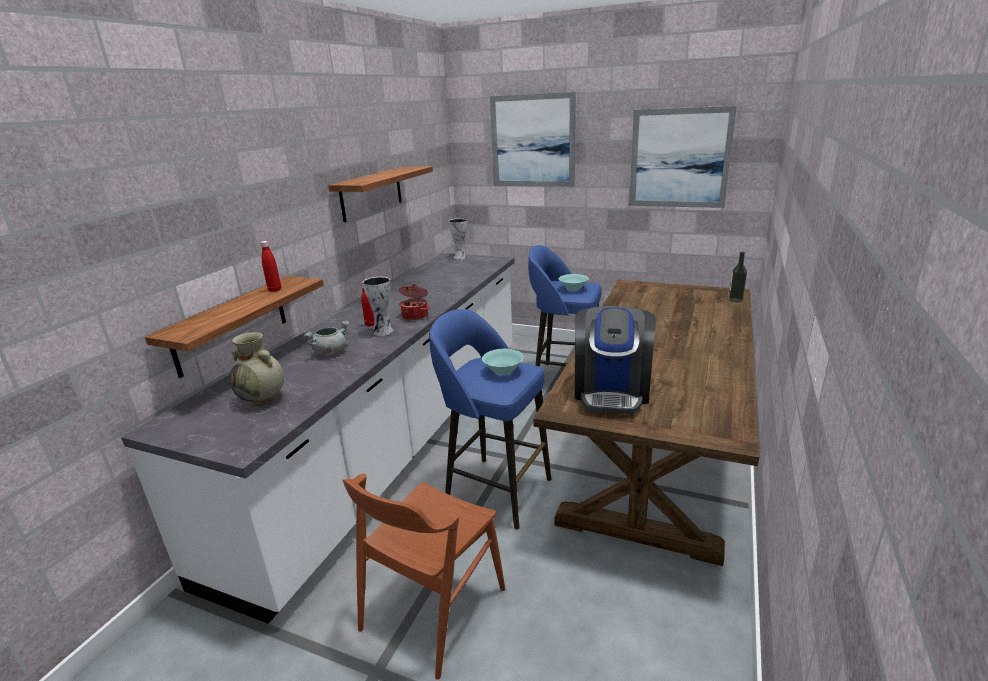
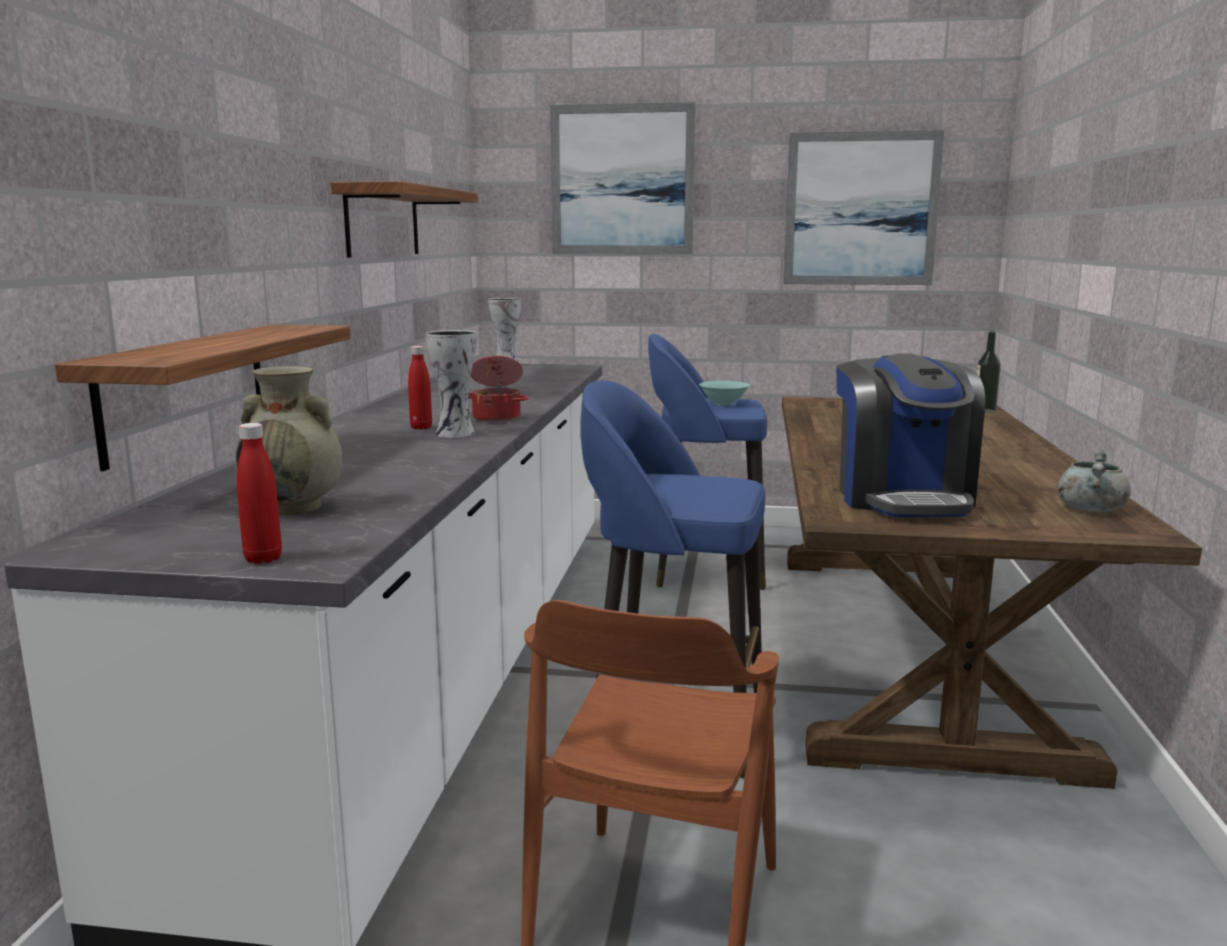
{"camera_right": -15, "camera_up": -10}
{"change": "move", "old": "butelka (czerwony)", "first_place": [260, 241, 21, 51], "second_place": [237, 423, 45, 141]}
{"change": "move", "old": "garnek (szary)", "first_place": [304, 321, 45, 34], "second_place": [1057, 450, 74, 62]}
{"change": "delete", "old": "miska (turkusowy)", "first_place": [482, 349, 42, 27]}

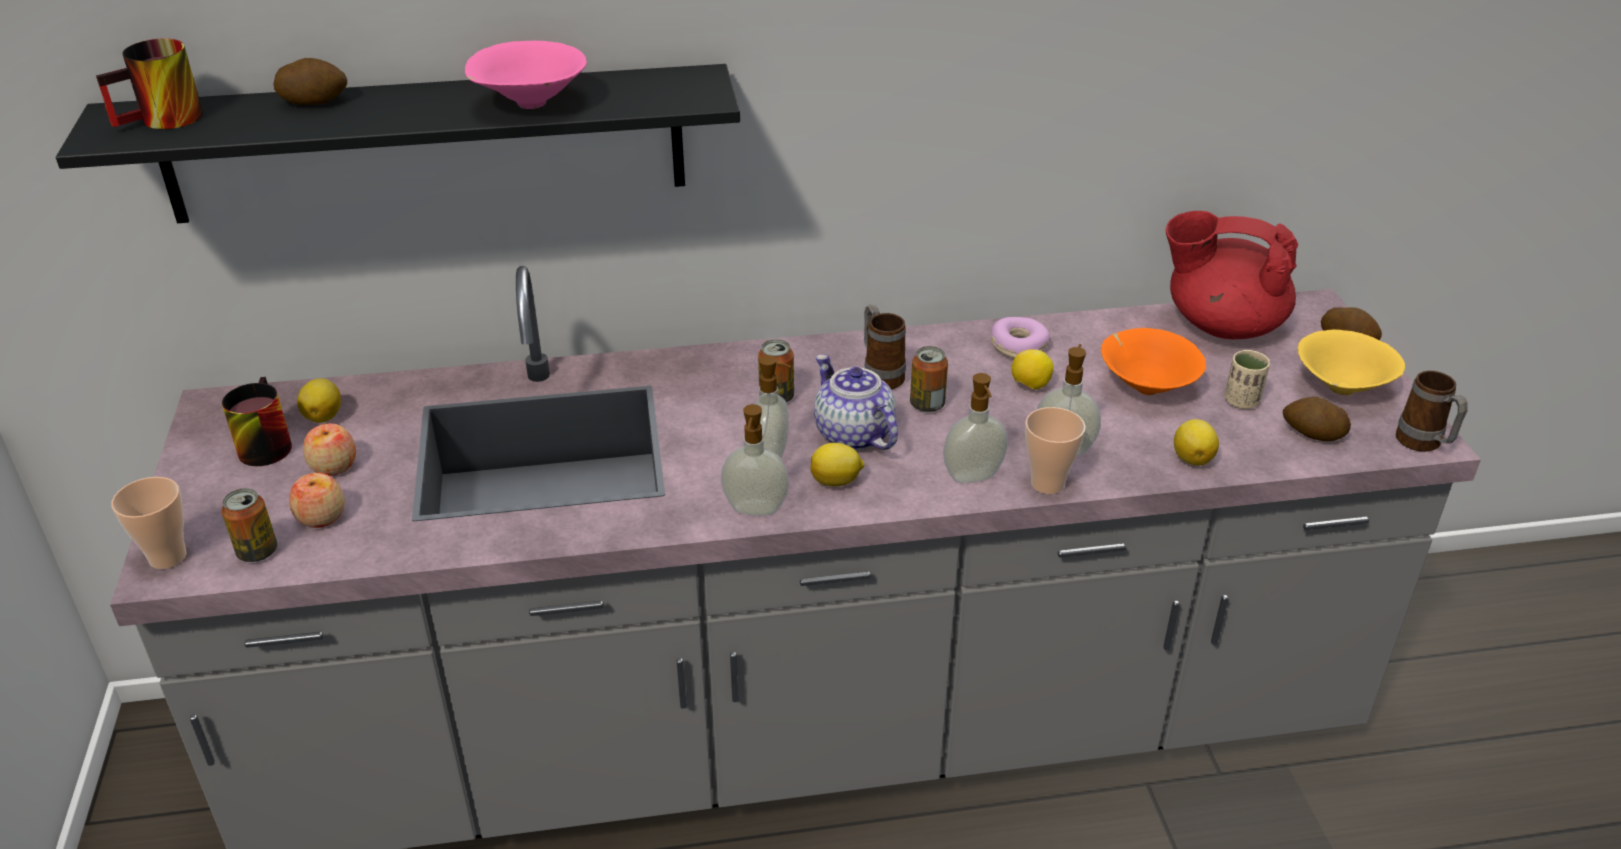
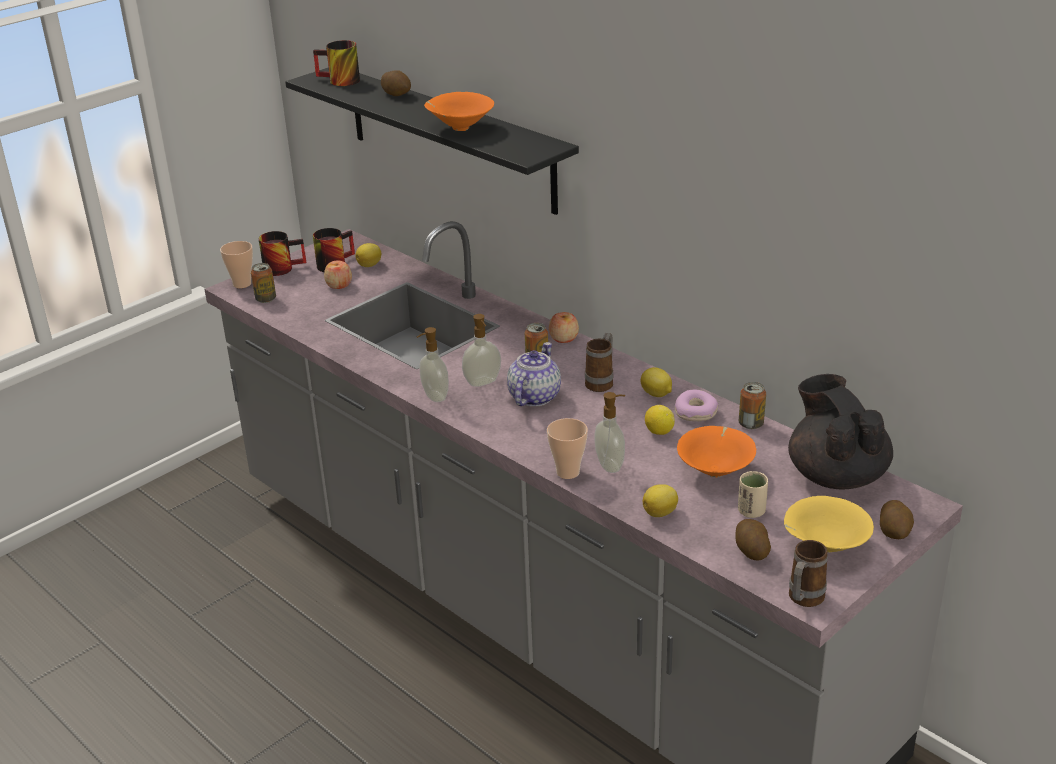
{"camera_right": 55, "camera_up": -5}
{"change": "insert", "new": "kubek", "second_place": [258, 231, 48, 45]}
{"change": "recolor", "old": "miska (różowy)", "new": "miska (pomarańczowy)", "first_place": [465, 41, 122, 68], "second_place": [424, 92, 70, 39]}
{"change": "move", "old": "jabłko", "first_place": [289, 473, 56, 55], "second_place": [549, 312, 30, 31]}
{"change": "move", "old": "cytryna", "first_place": [810, 443, 54, 43], "second_place": [641, 367, 31, 30]}
{"change": "move", "old": "puszka", "first_place": [910, 346, 38, 66], "second_place": [739, 382, 27, 47]}
{"change": "recolor", "old": "imbryk (czerwony)", "new": "imbryk (czarny)", "first_place": [1166, 211, 132, 128], "second_place": [788, 374, 105, 116]}
{"change": "delete", "old": "dozownik mydła", "first_place": [943, 373, 65, 110]}

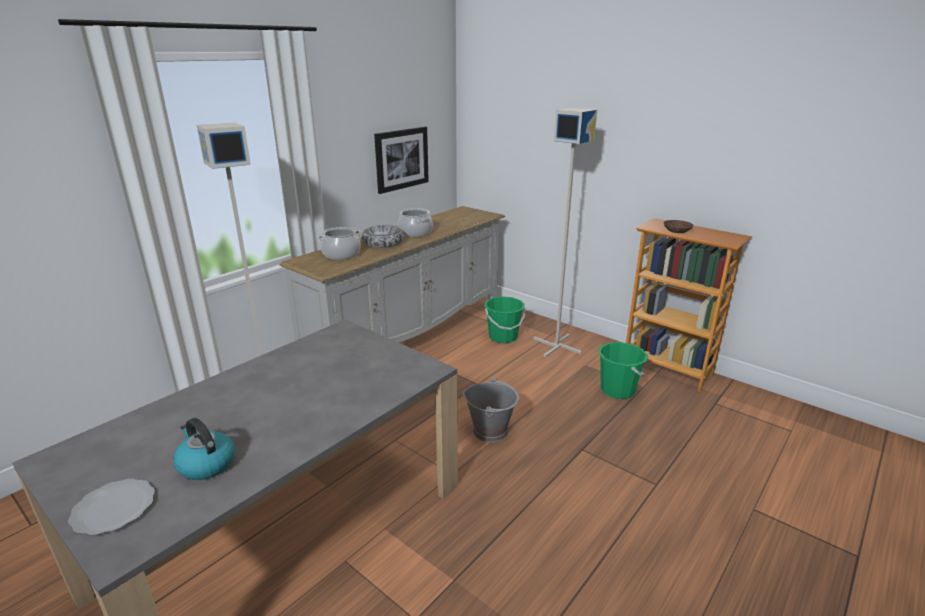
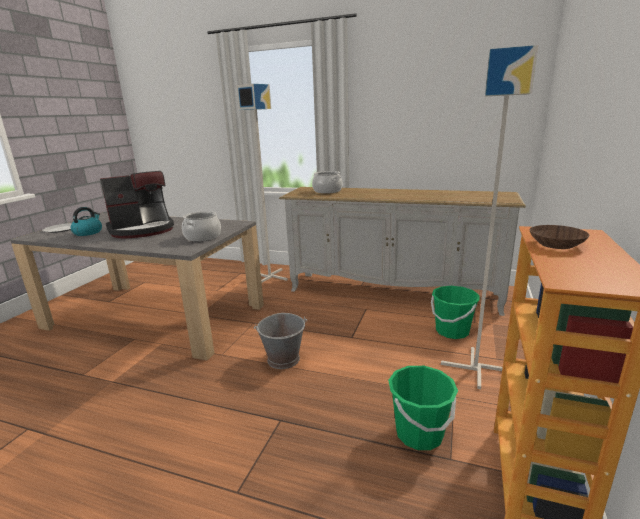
{"camera_right": 70, "camera_up": -5}
{"change": "insert", "new": "ekspres do kawy", "second_place": [100, 171, 74, 68]}
{"change": "move", "old": "garnek", "first_place": [398, 208, 35, 29], "second_place": [182, 211, 39, 30]}
{"change": "delete", "old": "miska", "first_place": [362, 225, 42, 23]}
{"change": "delete", "old": "obraz", "first_place": [374, 127, 55, 67]}

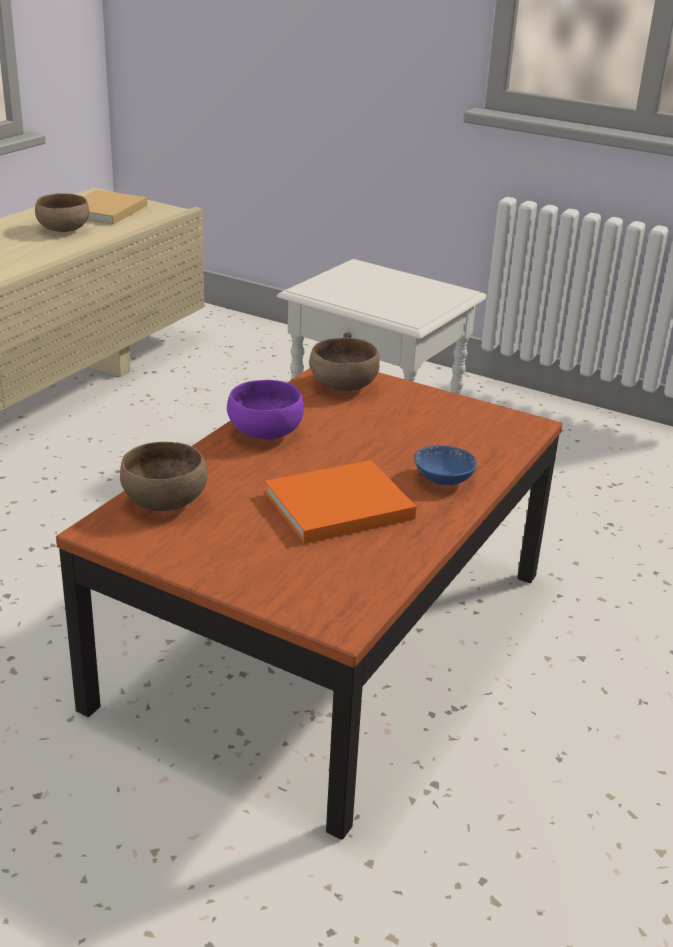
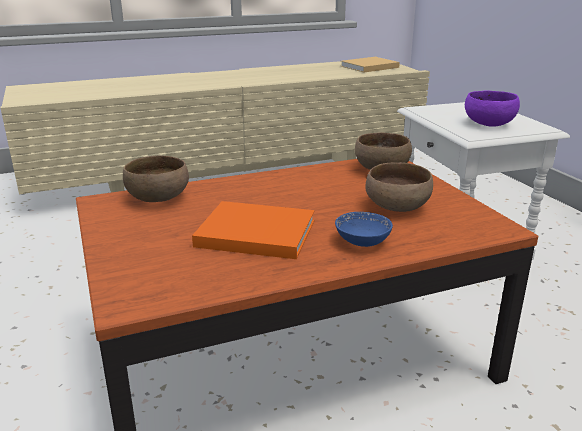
{"camera_right": 40, "camera_up": -5}
{"change": "move", "old": "miska (brązowy)", "first_place": [35, 193, 54, 39], "second_place": [365, 162, 68, 50]}
{"change": "move", "old": "miska (fioletowy)", "first_place": [227, 380, 77, 60], "second_place": [465, 91, 55, 36]}

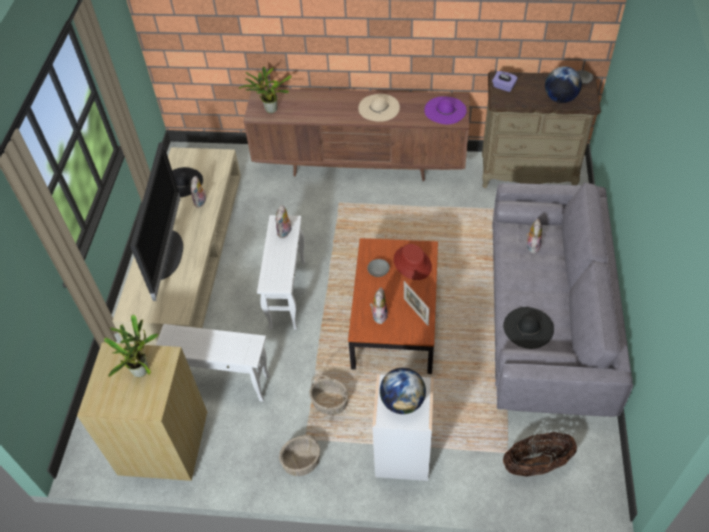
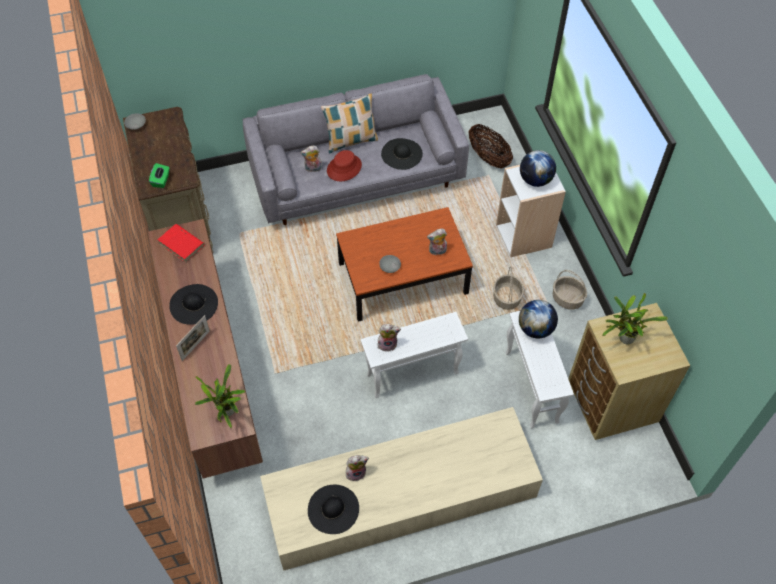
{"camera_right": -115, "camera_up": 5}
{"change": "recolor", "old": "pudełko chusteczek (fioletowy)", "new": "pudełko chusteczek (zielony)", "first_place": [492, 71, 26, 21], "second_place": [149, 163, 21, 25]}
{"change": "replace", "old": "kapelusz (fioletowy)", "new": "książka (czerwony)", "first_place": [424, 96, 43, 28], "second_place": [158, 224, 47, 39]}
{"change": "recolor", "old": "kapelusz (beżowy)", "new": "kapelusz (czarny)", "first_place": [358, 94, 42, 28], "second_place": [169, 284, 49, 41]}
{"change": "move", "old": "ramka na zdjęcie", "first_place": [404, 281, 26, 45], "second_place": [176, 315, 34, 46]}
{"change": "insert", "new": "poduszka", "second_place": [321, 93, 57, 61]}
{"change": "move", "old": "kapelusz (czerwony)", "first_place": [394, 244, 38, 36], "second_place": [327, 150, 35, 31]}
{"change": "move", "old": "globus", "first_place": [545, 66, 37, 37], "second_place": [519, 300, 39, 39]}
{"change": "delete", "old": "telewizor", "first_place": [130, 143, 53, 158]}

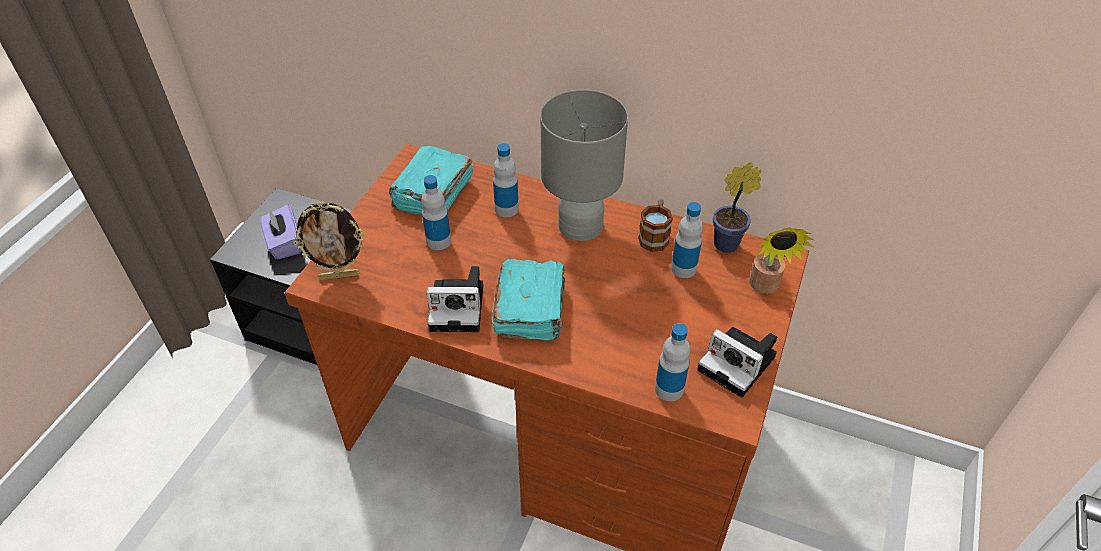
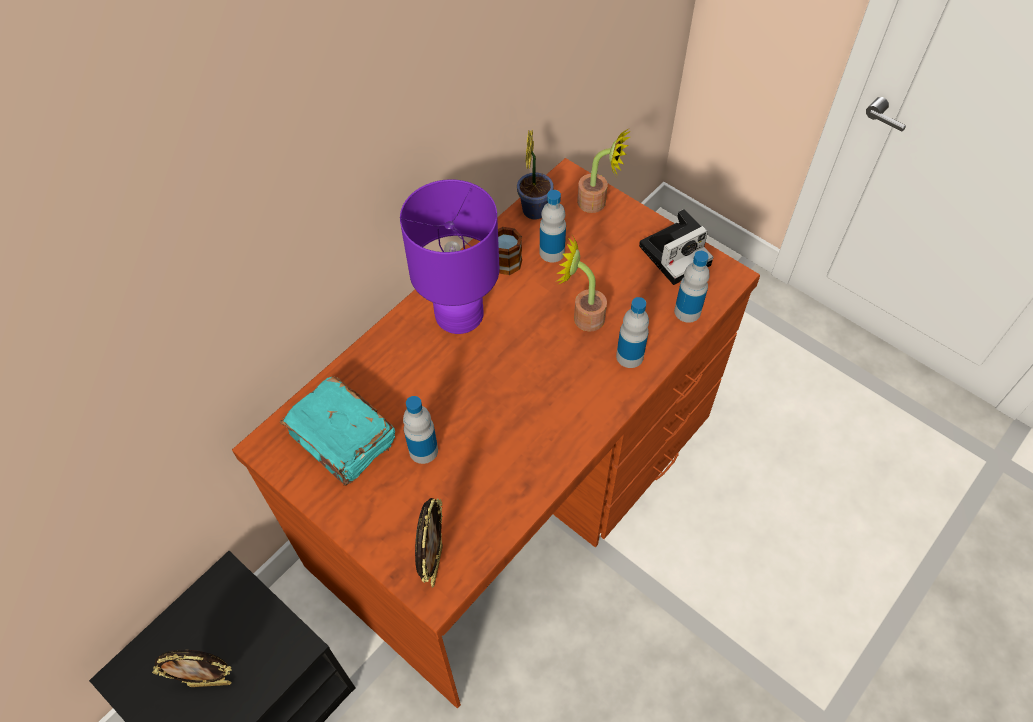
{"camera_right": -70, "camera_up": 10}
{"change": "replace", "old": "pudełko chusteczek (fioletowy)", "new": "ramka na zdjęcie", "first_place": [260, 205, 42, 55], "second_place": [152, 650, 80, 37]}
{"change": "recolor", "old": "lampa stołowa (szary)", "new": "lampa stołowa (fioletowy)", "first_place": [540, 89, 88, 152], "second_place": [400, 179, 99, 155]}
{"change": "insert", "new": "roślina doniczkowa", "second_place": [555, 235, 52, 97]}
{"change": "move", "old": "butelka", "first_place": [493, 143, 26, 74], "second_place": [616, 297, 33, 71]}
{"change": "delete", "old": "aparat fotograficzny", "first_place": [427, 266, 56, 66]}
{"change": "delete", "old": "książka (turkusowy)", "first_place": [492, 258, 73, 83]}

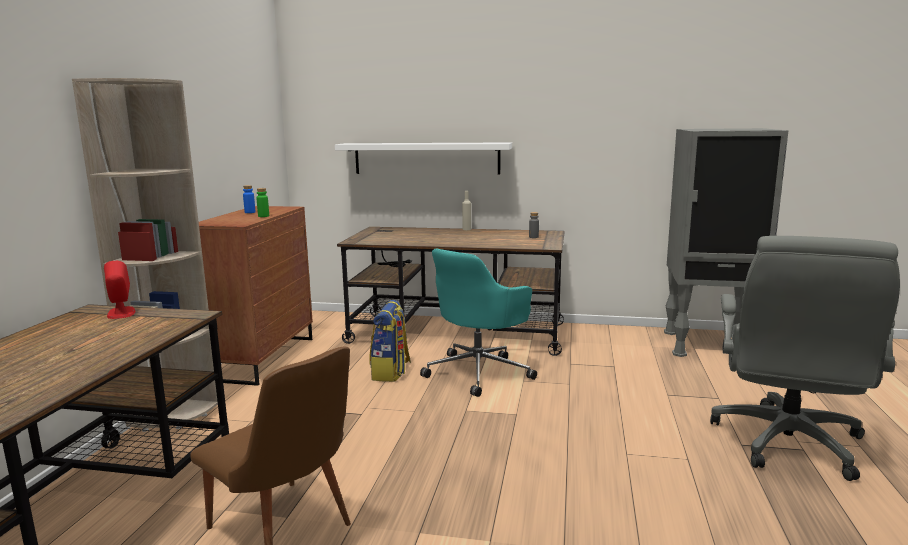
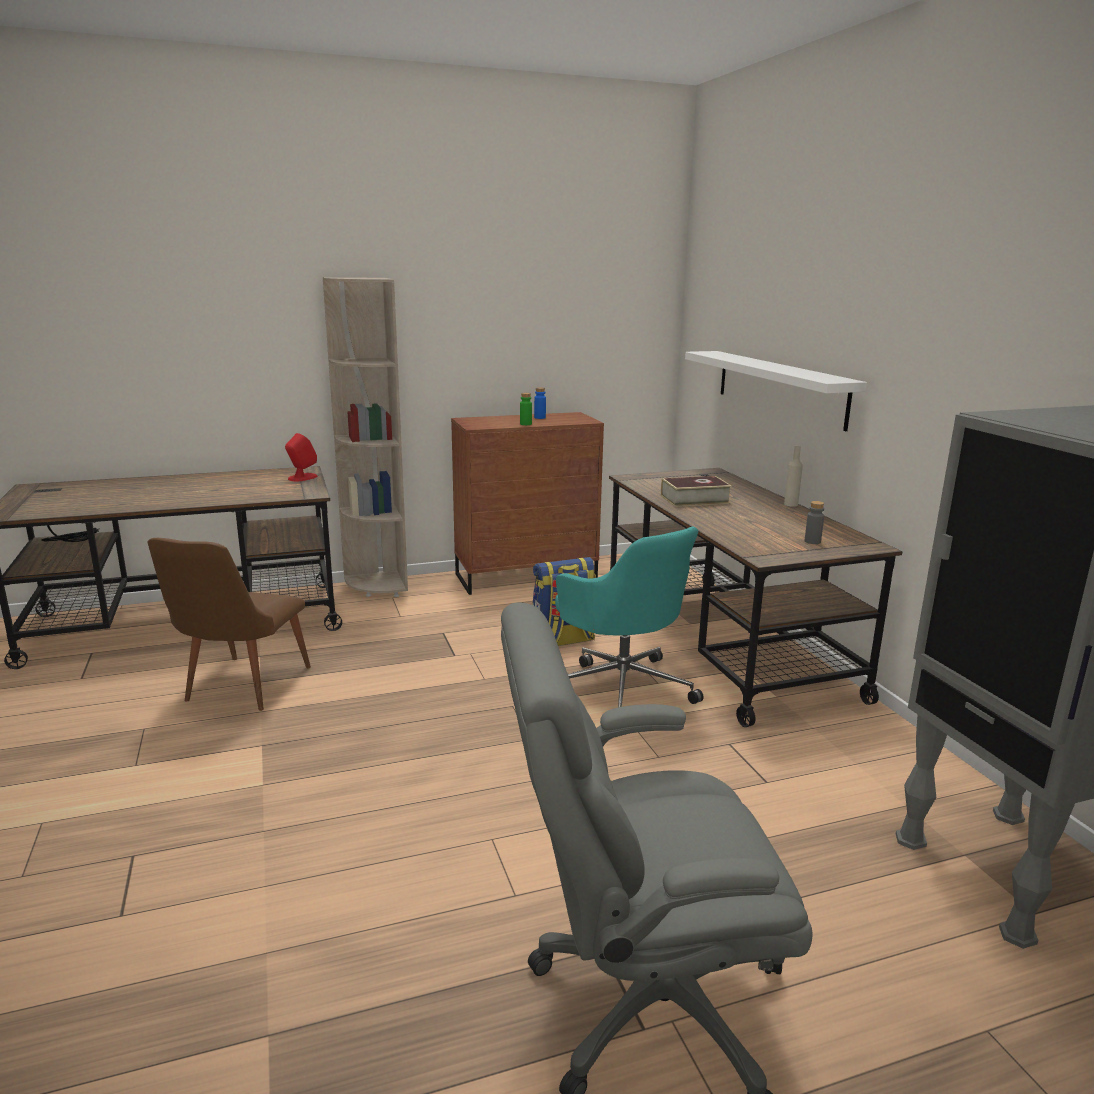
{"camera_right": 60, "camera_up": 5}
{"change": "rotate", "old": "krzesło biurowe (turkusowy)", "first_place": [420, 248, 117, 149], "second_place": [555, 527, 149, 180], "degrees": -135}
{"change": "insert", "new": "książka", "second_place": [661, 476, 71, 31]}

